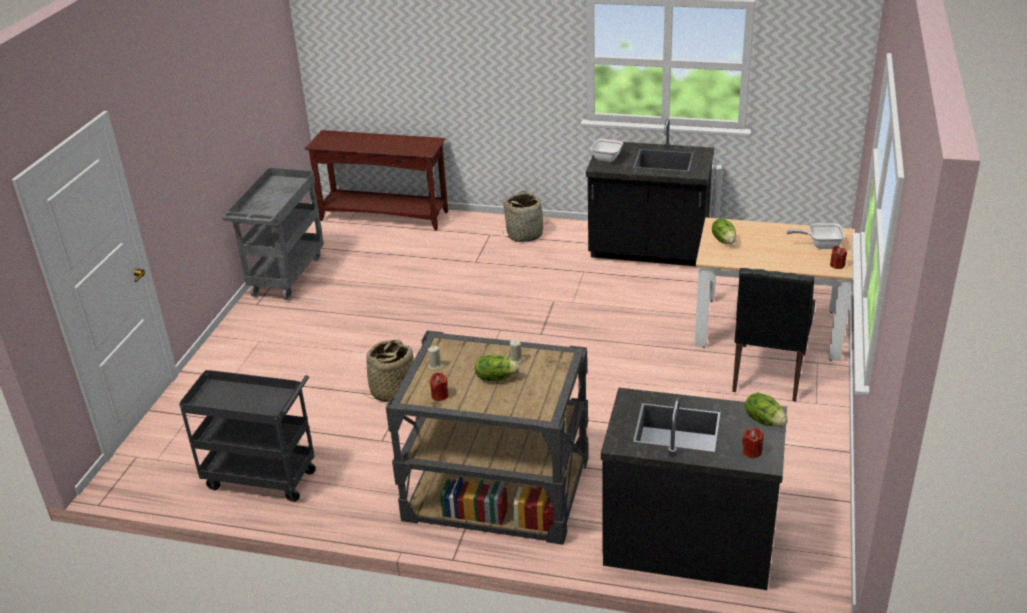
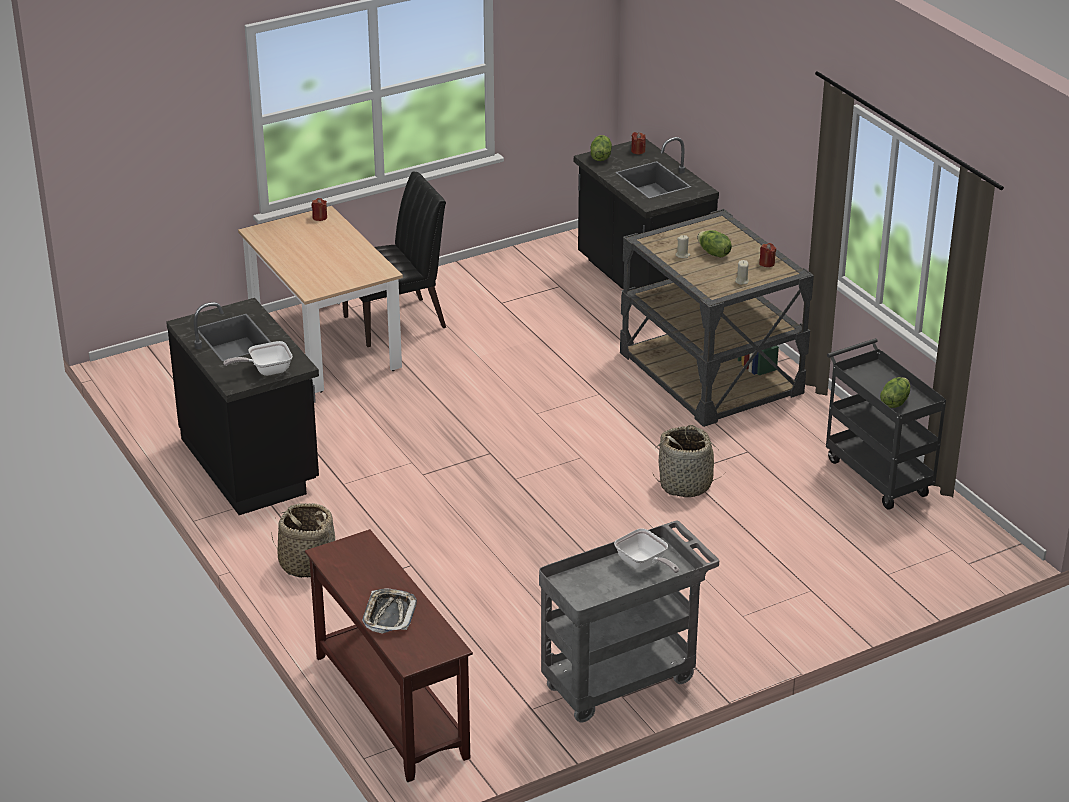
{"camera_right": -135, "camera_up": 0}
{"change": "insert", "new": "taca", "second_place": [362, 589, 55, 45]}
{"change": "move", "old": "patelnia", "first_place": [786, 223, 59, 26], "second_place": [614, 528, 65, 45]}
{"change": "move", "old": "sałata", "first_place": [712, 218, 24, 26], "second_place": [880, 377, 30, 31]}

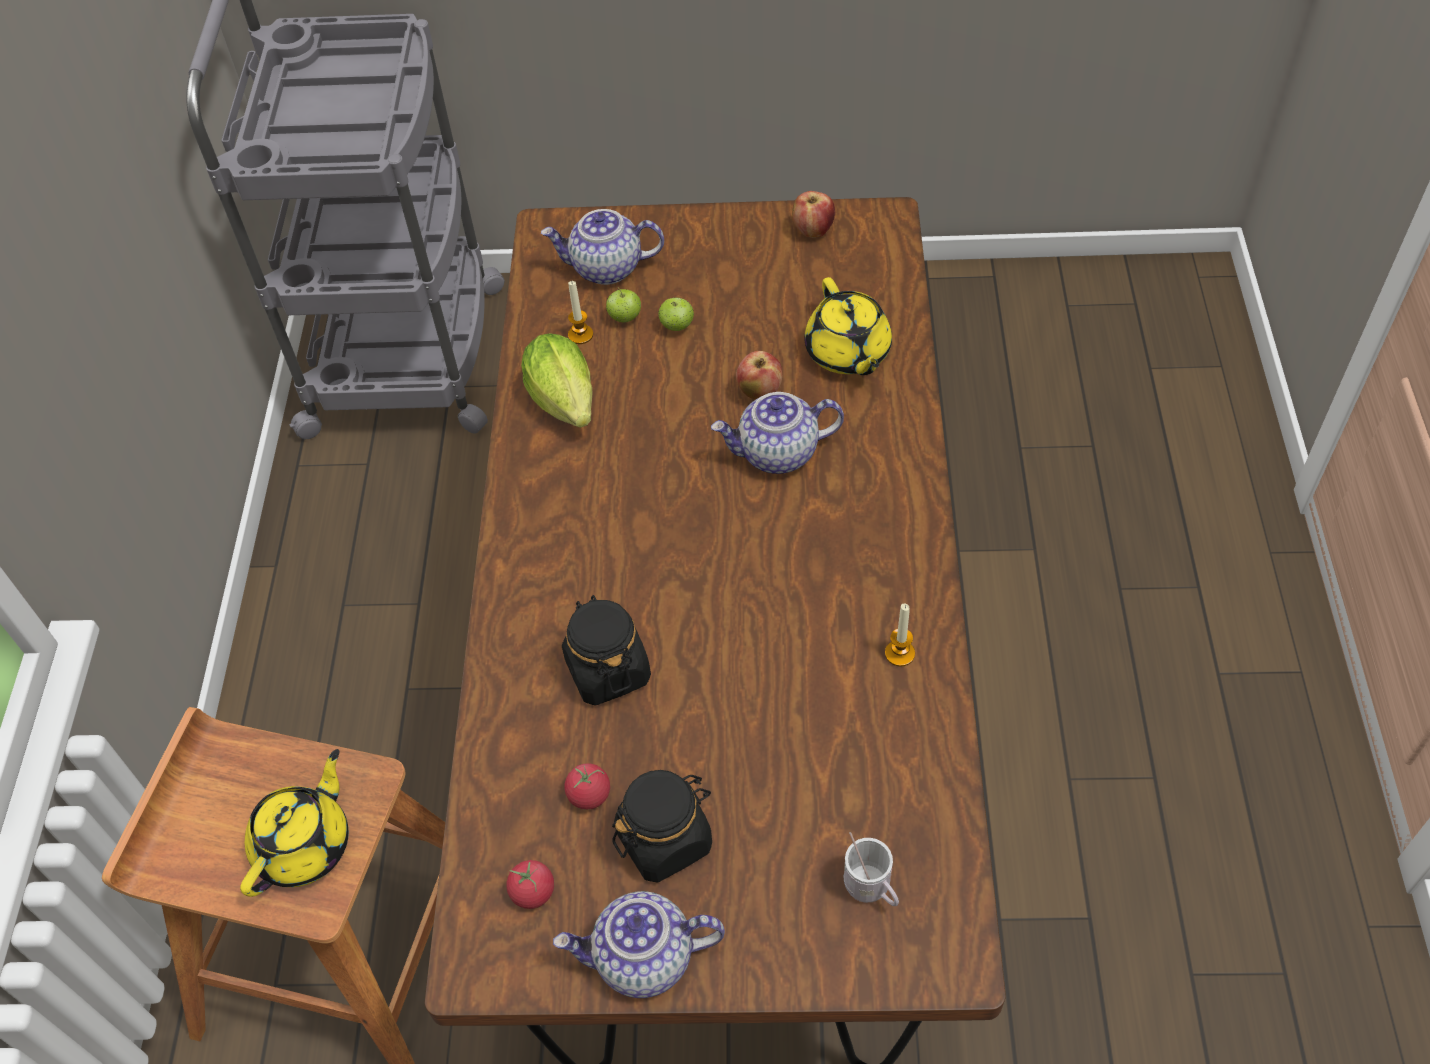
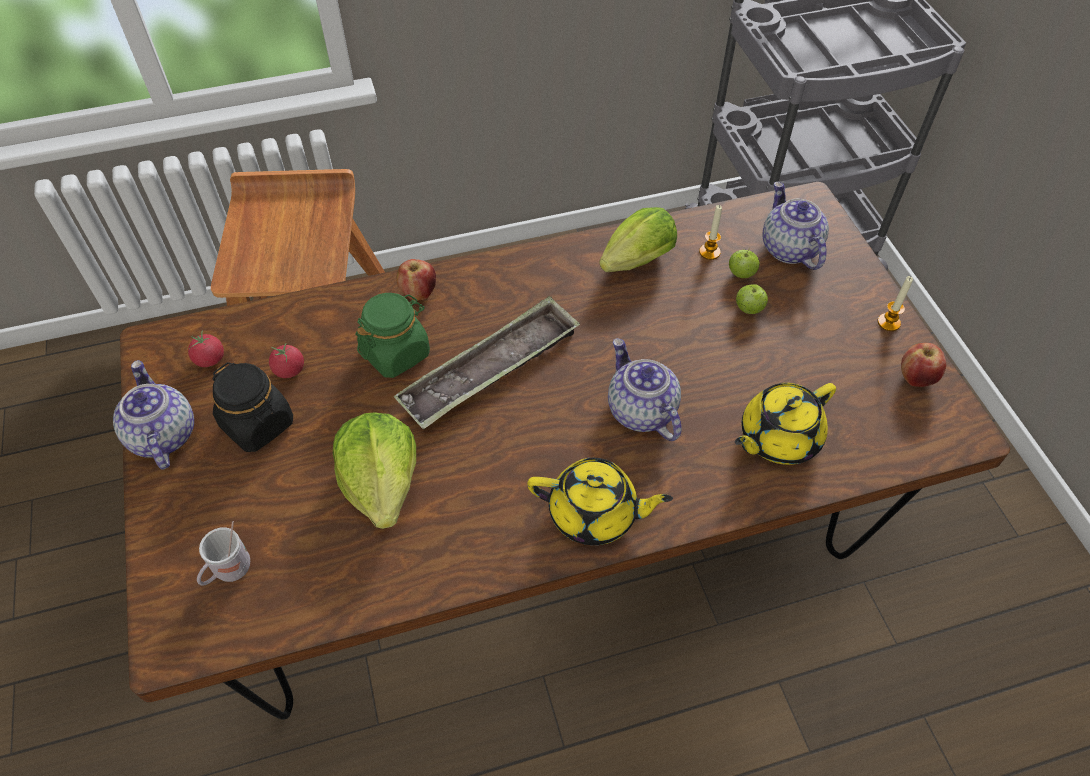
{"camera_right": 70, "camera_up": 0}
{"change": "insert", "new": "sałata", "second_place": [333, 413, 83, 116]}
{"change": "recolor", "old": "słoik (czarny)", "new": "słoik (zielony)", "first_place": [562, 595, 89, 110], "second_place": [355, 293, 75, 85]}
{"change": "insert", "new": "taca", "second_place": [394, 296, 186, 133]}
{"change": "move", "old": "jabłko", "first_place": [736, 351, 46, 49], "second_place": [396, 259, 40, 41]}
{"change": "move", "old": "imbryk (żółty)", "first_place": [240, 749, 109, 148], "second_place": [527, 458, 146, 87]}
{"change": "move", "old": "świeca", "first_place": [885, 603, 30, 64], "second_place": [877, 276, 36, 55]}

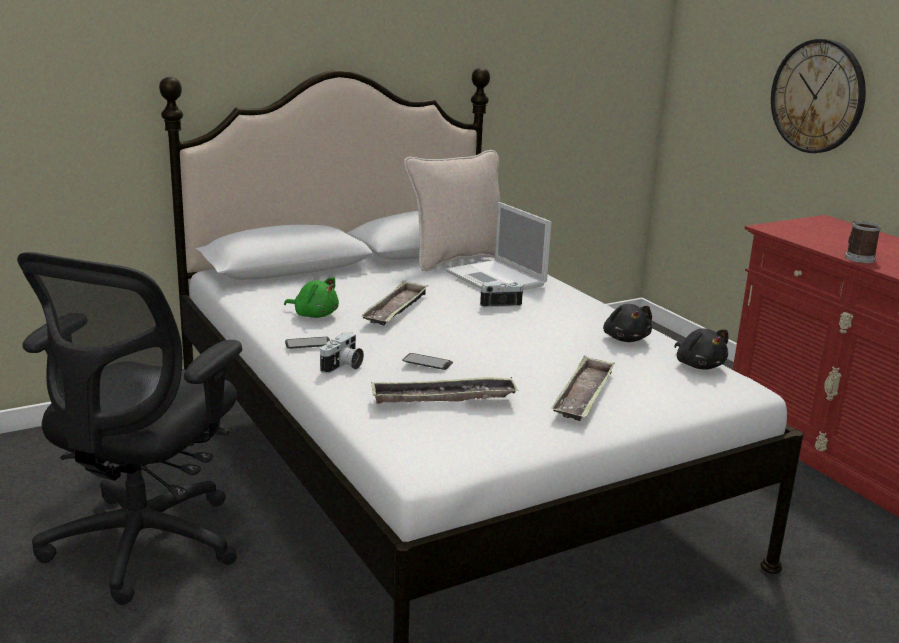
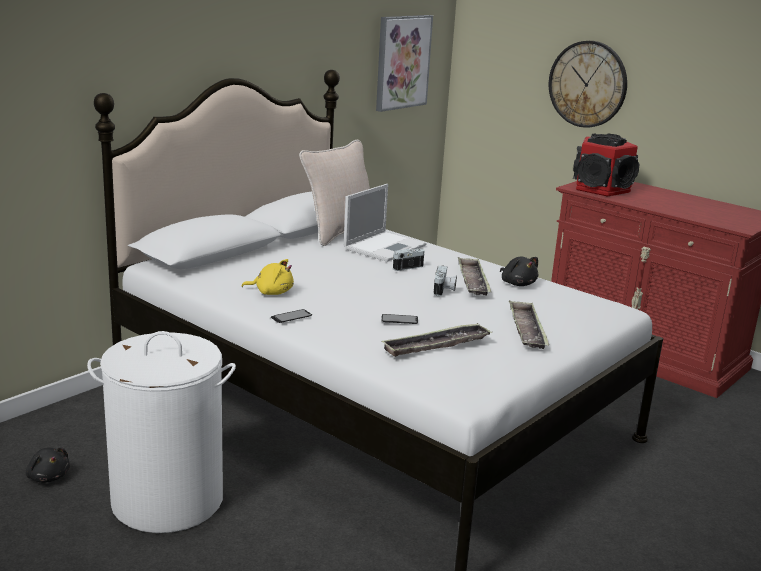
{"camera_right": -20, "camera_up": 0}
{"change": "move", "old": "pluszak (czarny)", "first_place": [674, 329, 55, 41], "second_place": [26, 447, 44, 36]}
{"change": "replace", "old": "krzesło biurowe (czarny)", "new": "kosz na pranie (biały)", "first_place": [17, 252, 225, 353], "second_place": [87, 331, 149, 202]}
{"change": "recolor", "old": "pluszak (zielony)", "new": "pluszak (żółty)", "first_place": [284, 277, 55, 41], "second_place": [241, 259, 53, 36]}
{"change": "rotate", "old": "laptop", "first_place": [446, 202, 106, 88], "second_place": [344, 184, 83, 78], "degrees": -90}
{"change": "insert", "new": "obraz", "second_place": [376, 15, 57, 97]}
{"change": "move", "old": "aparat fotograficzny", "first_place": [320, 332, 44, 42], "second_place": [434, 266, 23, 30]}
{"change": "move", "old": "taca", "first_place": [361, 280, 67, 46], "second_place": [458, 258, 34, 38]}
{"change": "insert", "new": "głośnik", "second_place": [573, 133, 66, 64]}
{"change": "delete", "old": "kubek", "first_place": [845, 221, 36, 42]}

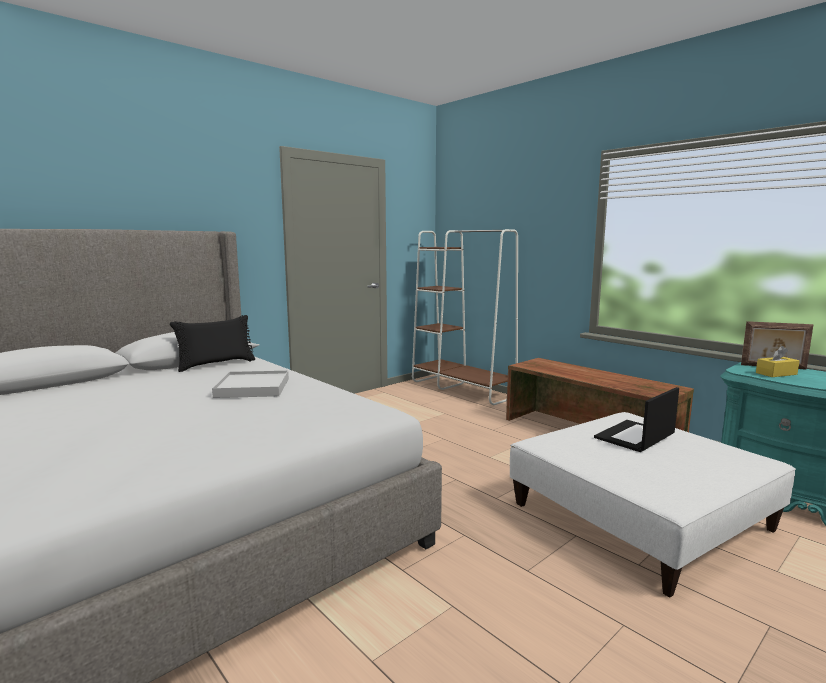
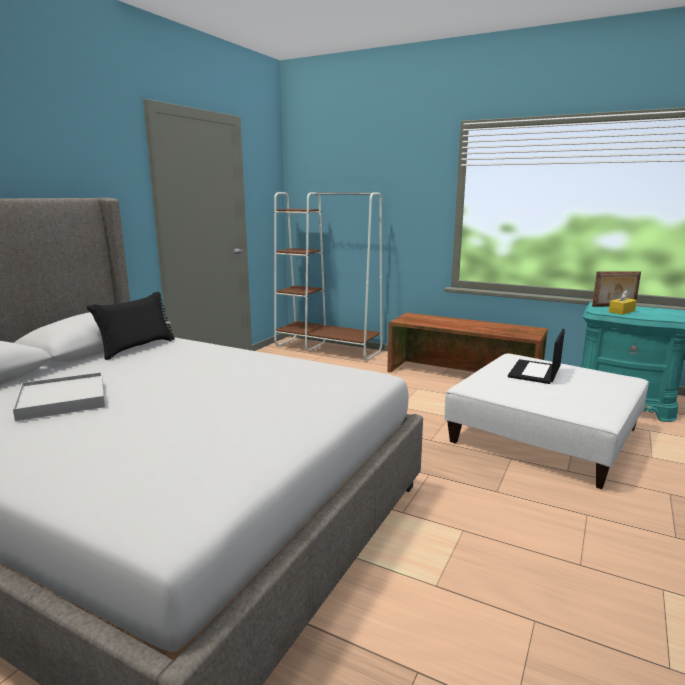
{"camera_right": -20, "camera_up": 5}
{"change": "move", "old": "taca (biały)", "first_place": [212, 370, 77, 28], "second_place": [13, 372, 92, 49]}

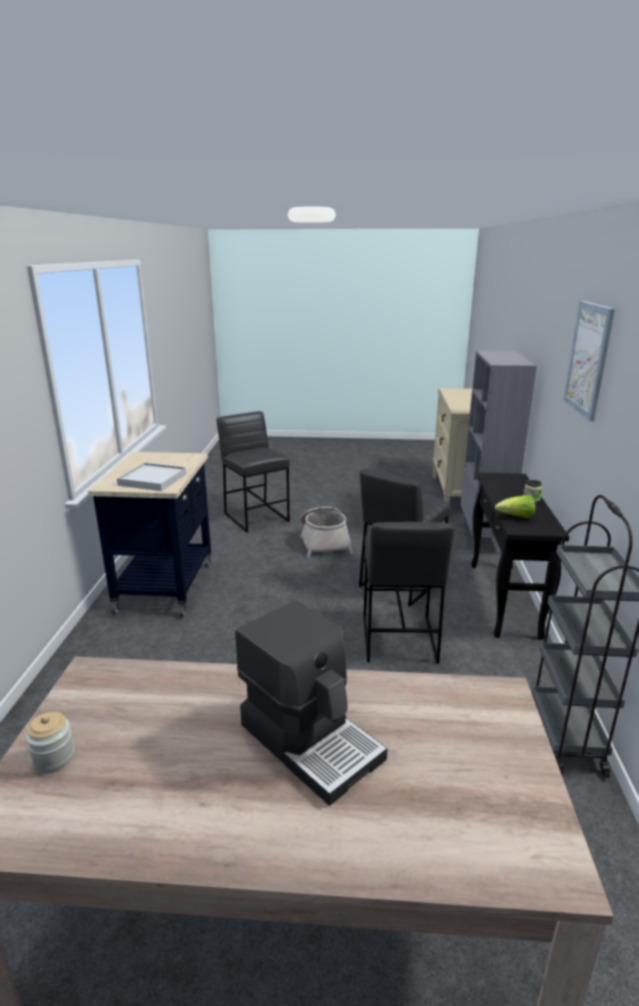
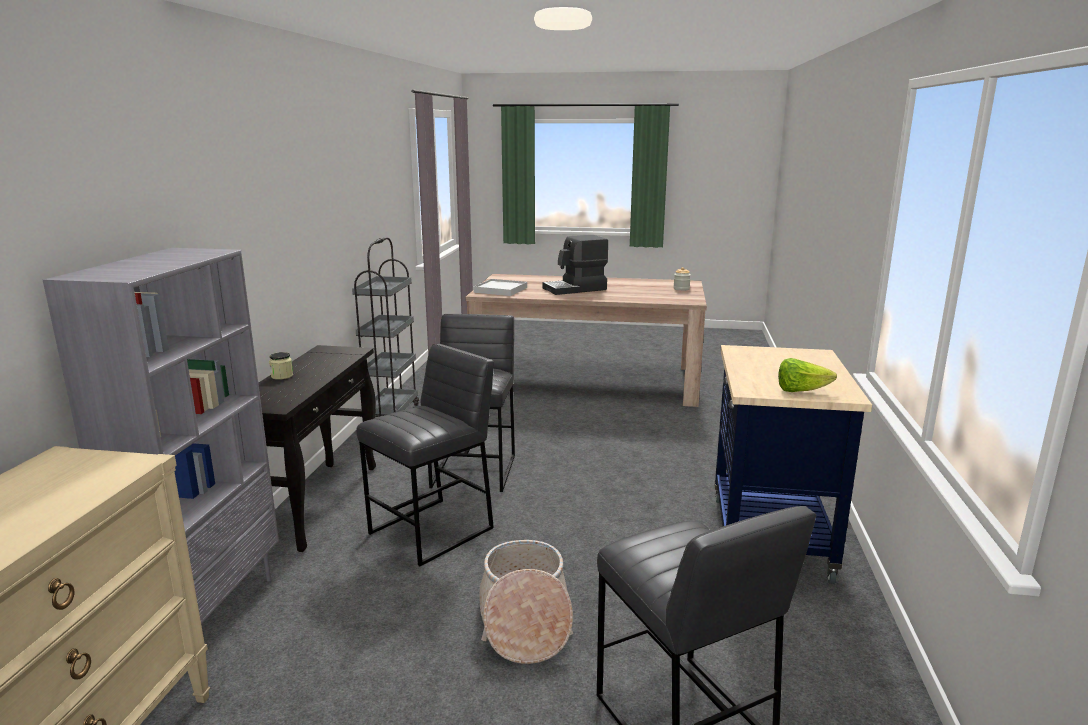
{"camera_right": -175, "camera_up": -5}
{"change": "move", "old": "taca (biały)", "first_place": [117, 463, 70, 28], "second_place": [473, 279, 54, 17]}
{"change": "rotate", "old": "ekspres do kawy", "first_place": [235, 601, 152, 205], "second_place": [542, 235, 66, 60], "degrees": -75}
{"change": "move", "old": "sałata", "first_place": [495, 495, 41, 23], "second_place": [778, 358, 59, 34]}
{"change": "delete", "old": "obraz", "first_place": [563, 301, 52, 120]}

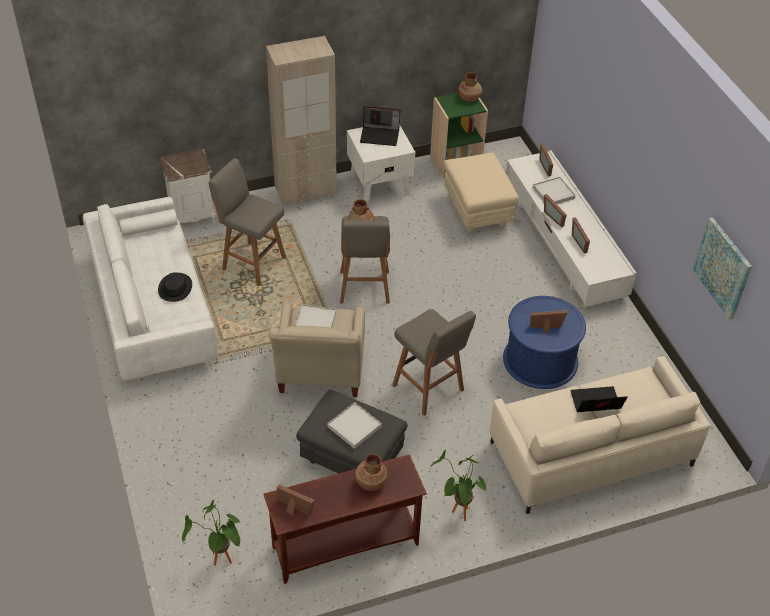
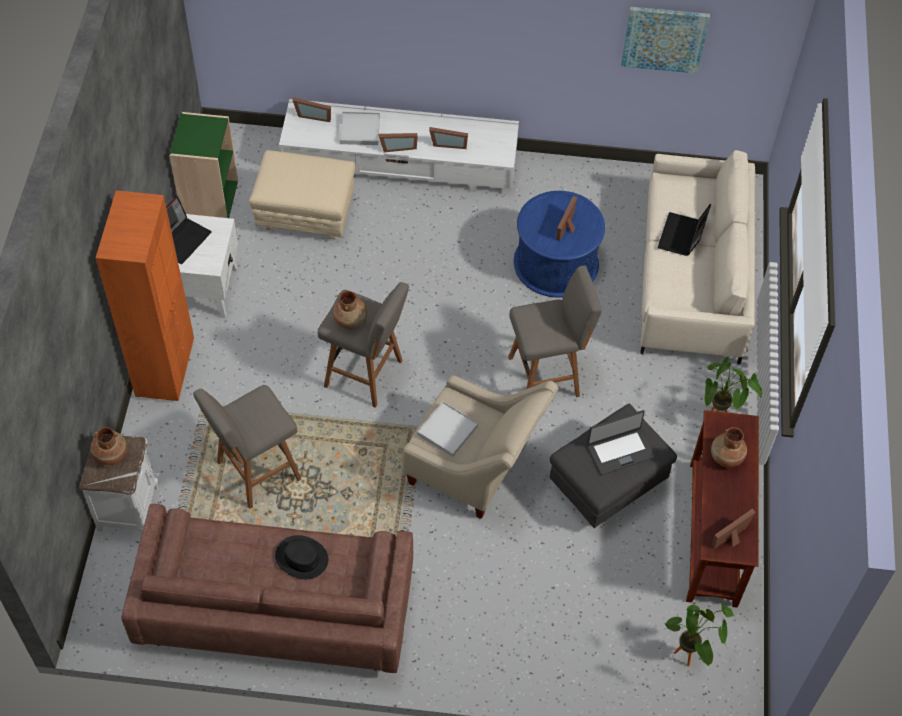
{"camera_right": -65, "camera_up": 10}
{"change": "move", "old": "wazon (brązowy)", "first_place": [458, 72, 24, 30], "second_place": [90, 427, 37, 38]}
{"change": "recolor", "old": "szafka (beżowy)", "new": "szafka (pomarańczowy)", "first_place": [266, 36, 71, 169], "second_place": [96, 191, 98, 210]}
{"change": "recolor", "old": "kanapa (biały)", "new": "kanapa (brązowy)", "first_place": [83, 197, 135, 184], "second_place": [122, 504, 291, 169]}
{"change": "replace", "old": "taca (biały)", "new": "laptop", "first_place": [327, 402, 55, 47], "second_place": [587, 410, 68, 65]}

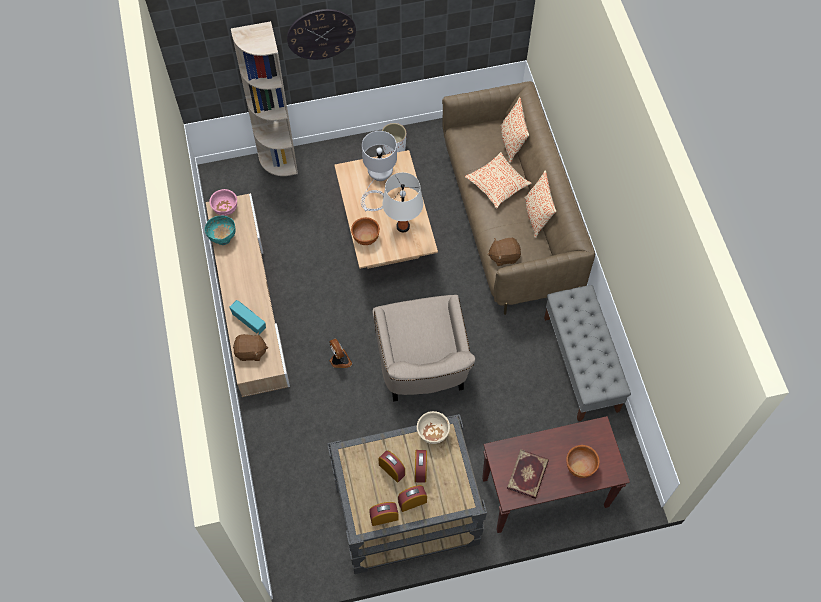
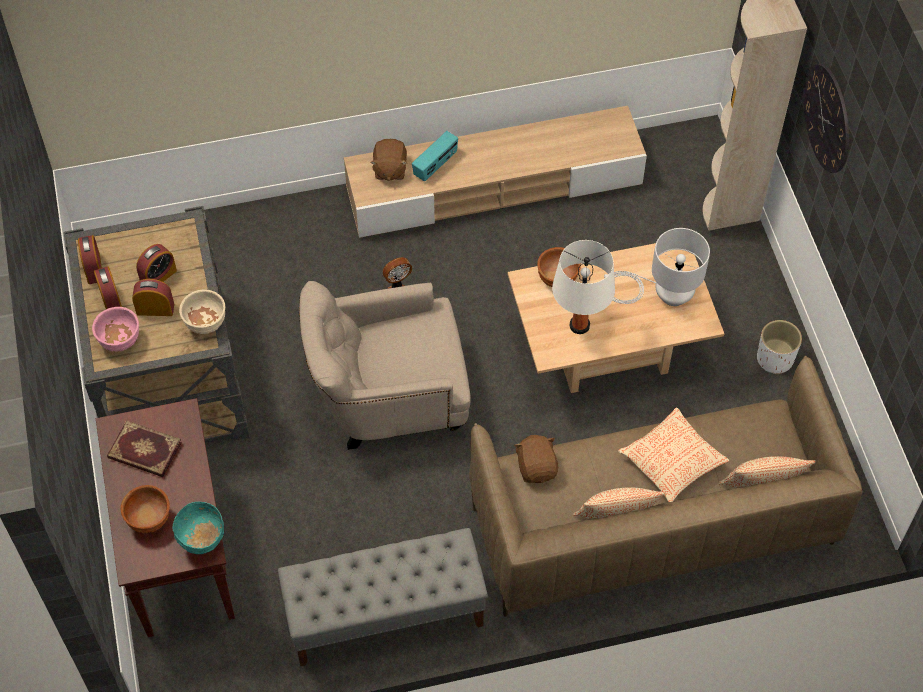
{"camera_right": 90, "camera_up": -5}
{"change": "move", "old": "miska (różowy)", "first_place": [209, 189, 28, 27], "second_place": [92, 307, 47, 44]}
{"change": "move", "old": "miska (turkusowy)", "first_place": [205, 216, 30, 29], "second_place": [172, 502, 52, 52]}

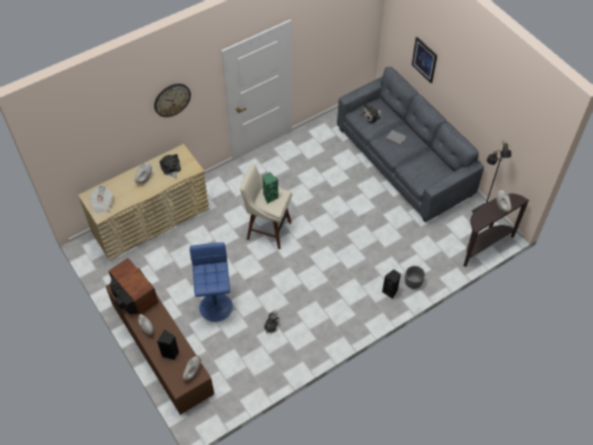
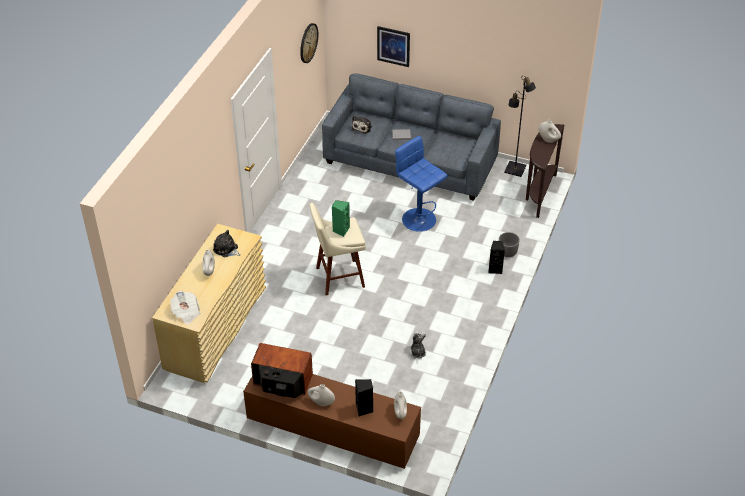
{"camera_right": -35, "camera_up": -10}
{"change": "move", "old": "zegar ścienny", "first_place": [154, 84, 37, 33], "second_place": [300, 23, 18, 40]}
{"change": "move", "old": "stołek (niebieski)", "first_place": [190, 242, 43, 80], "second_place": [395, 136, 53, 96]}

